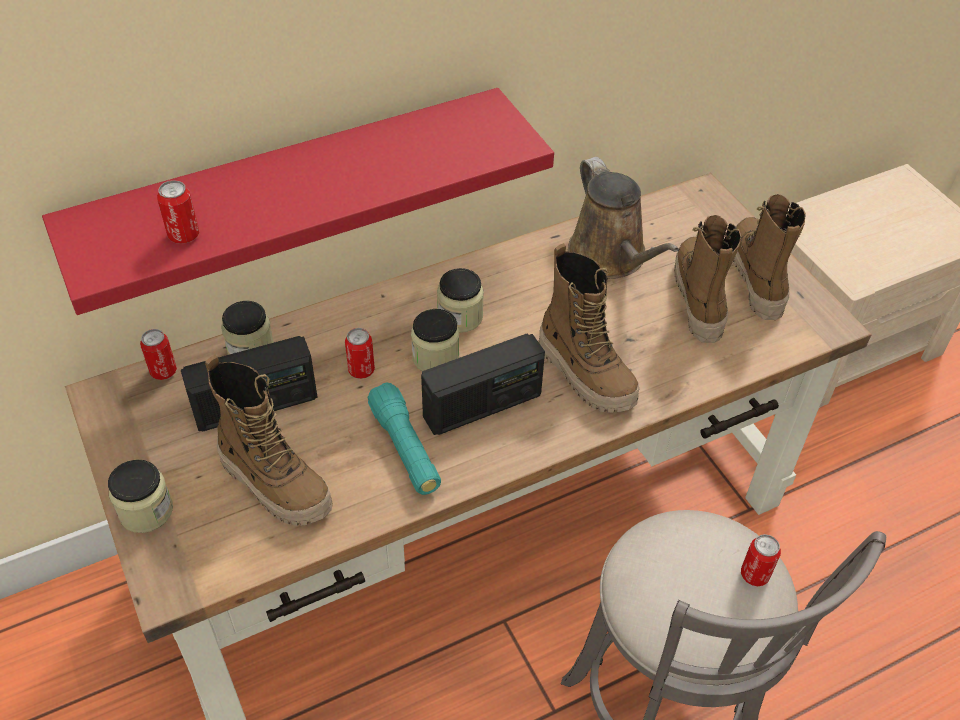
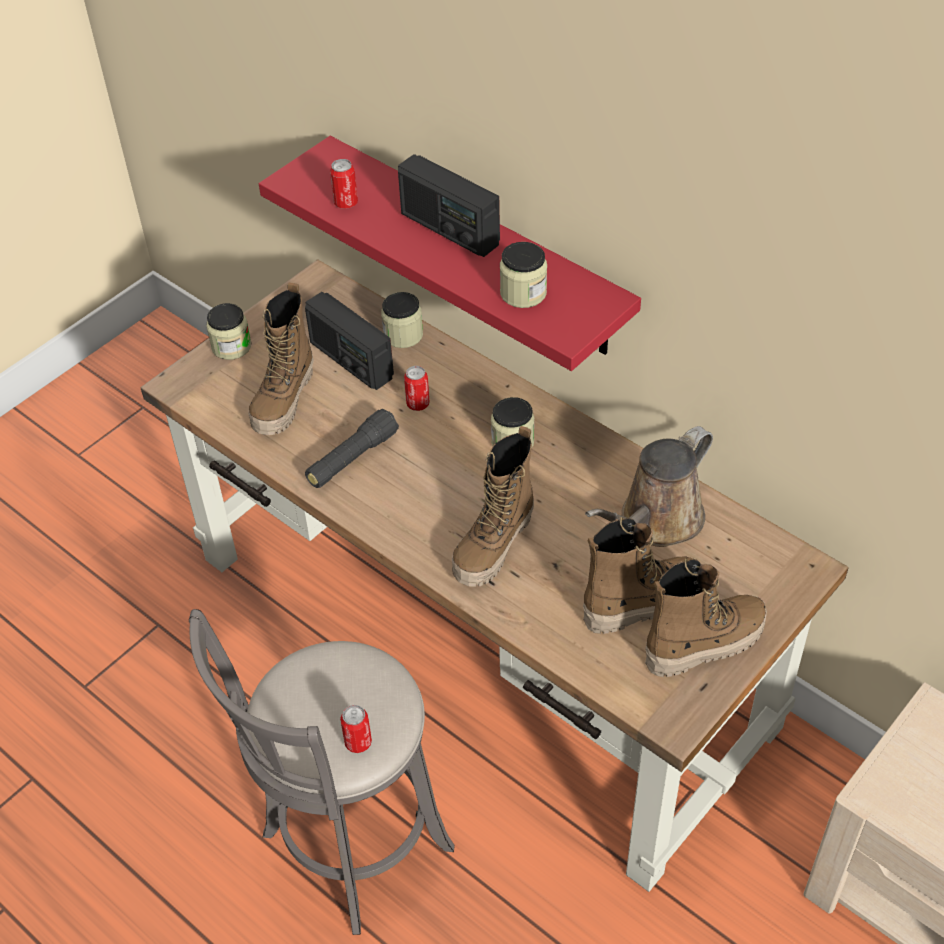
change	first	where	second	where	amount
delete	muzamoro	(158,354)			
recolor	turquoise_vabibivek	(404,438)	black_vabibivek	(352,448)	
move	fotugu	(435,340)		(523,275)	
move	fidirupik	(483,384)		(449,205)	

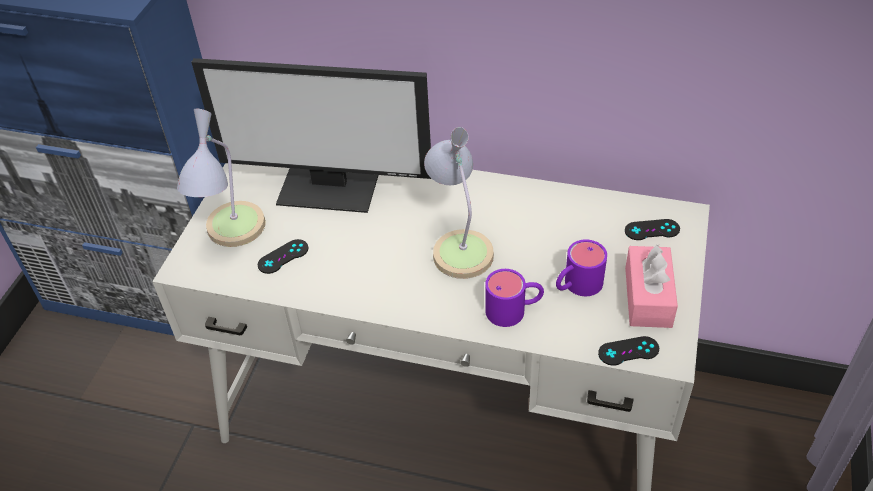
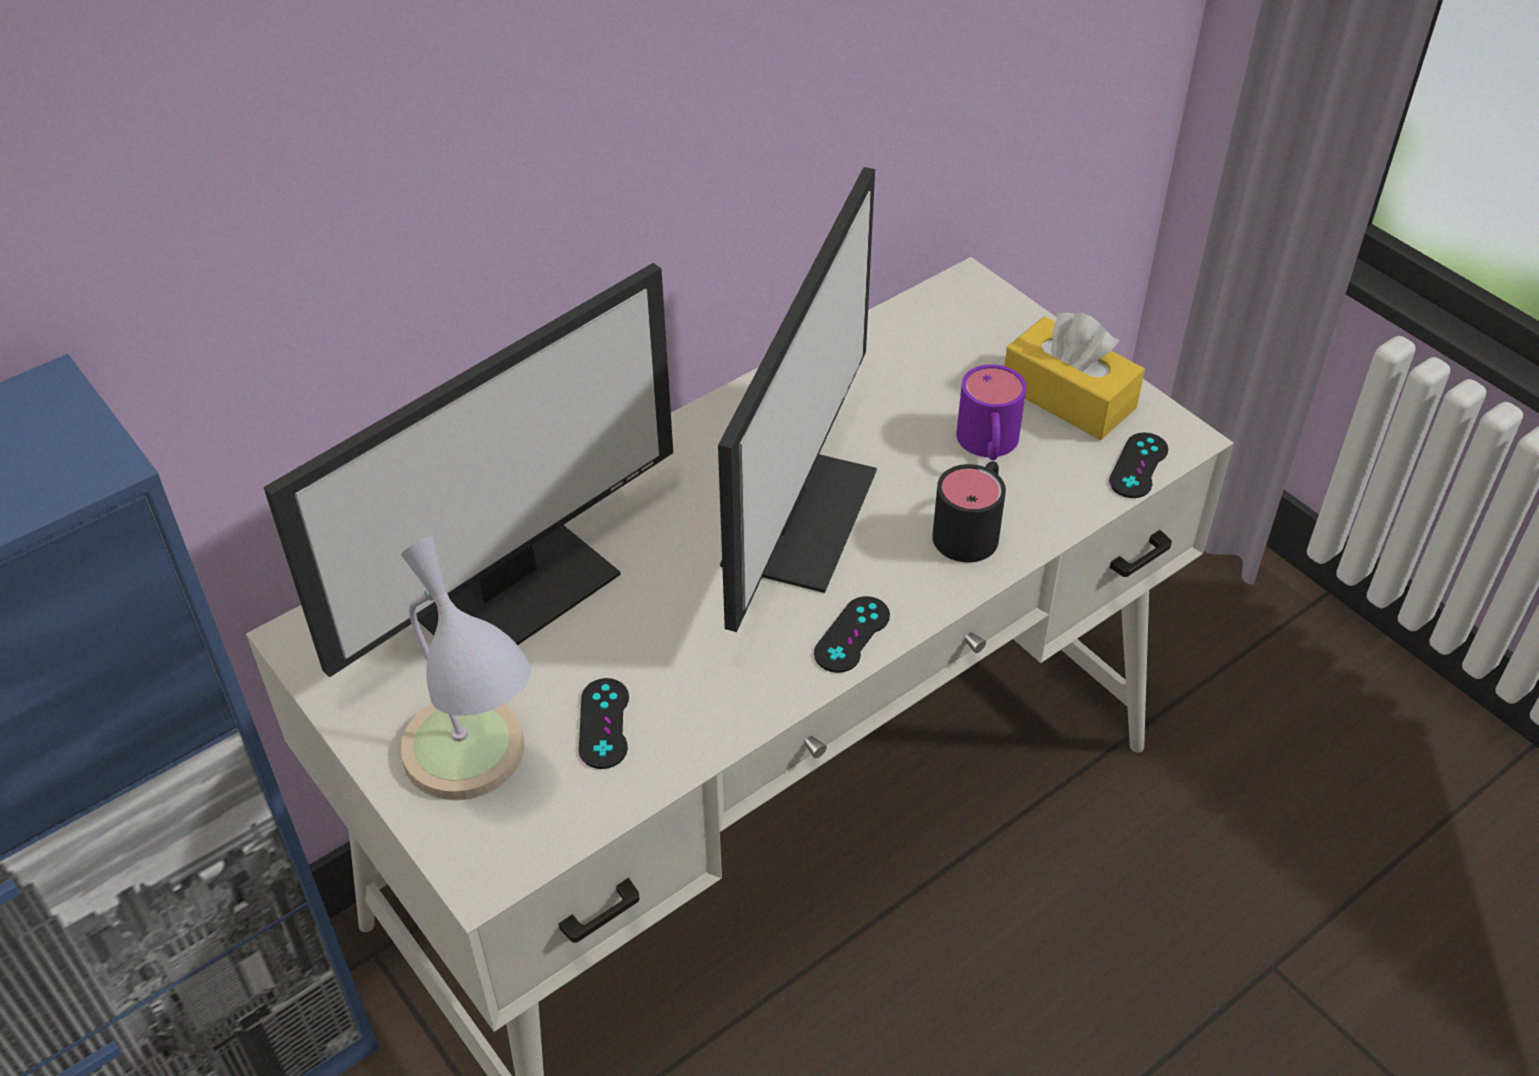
change	first	where	second	where	amount
replace	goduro	(459,203)	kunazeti	(797,399)	
recolor	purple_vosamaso	(514,298)	black_vosamaso	(969,512)	
move	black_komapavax	(652,229)		(852,634)	
recolor	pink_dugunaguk	(651,286)	yellow_dugunaguk	(1074,376)	

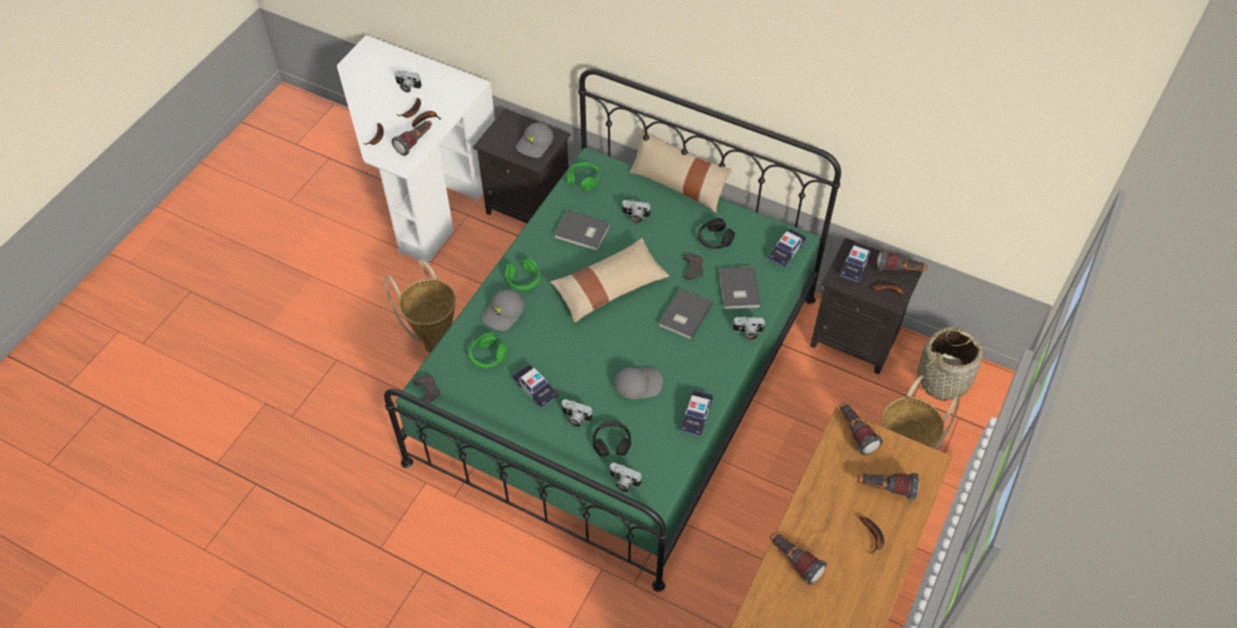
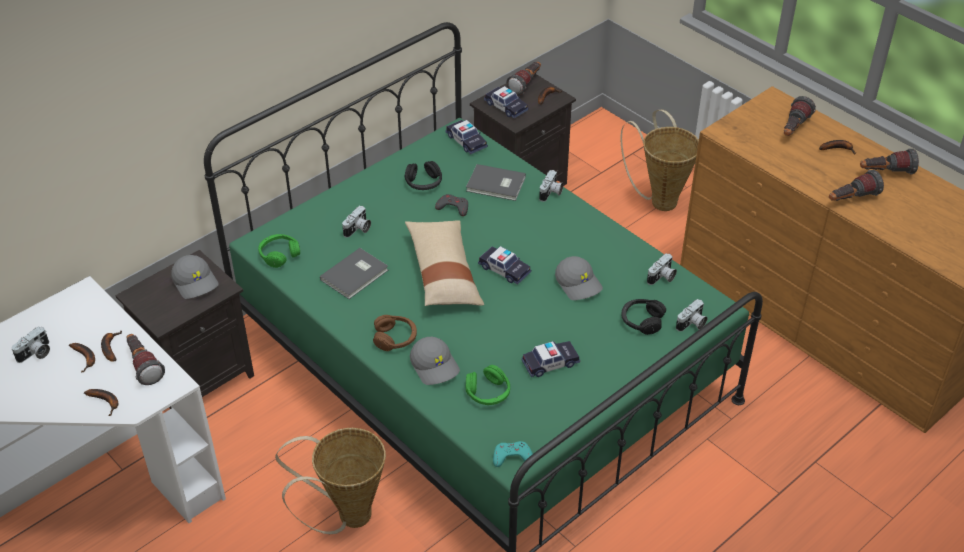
change	first	where	second	where	amount
recolor	grey_komapavax	(426,389)	turquoise_komapavax	(513,454)	
recolor	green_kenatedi	(522,274)	brown_kenatedi	(395,333)	
move	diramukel	(577,413)		(662,269)	
rotate	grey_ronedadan	(638,383)		(579,278)	150 degrees clockwise
delete	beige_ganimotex	(681,171)			
delete	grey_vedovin	(686,314)			
move	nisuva	(696,413)		(504,265)	
move	vabibivek	(861,428)		(889,161)	
delete	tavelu	(950,363)			

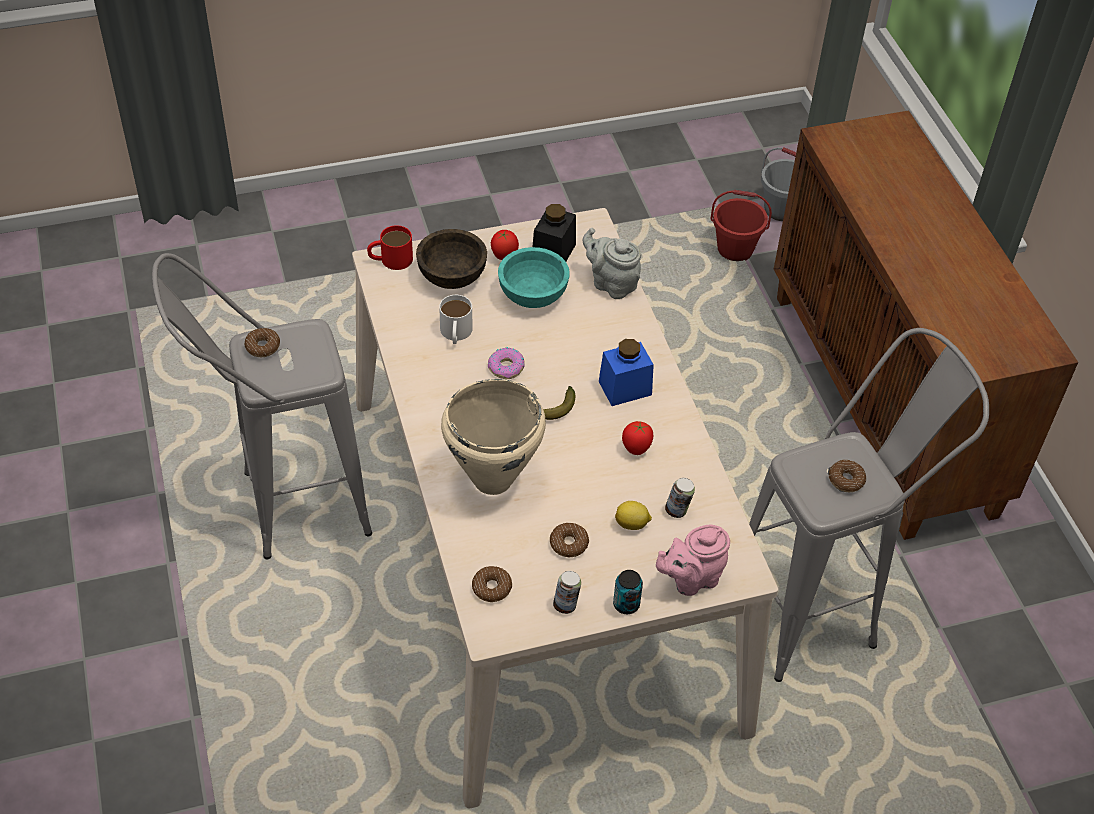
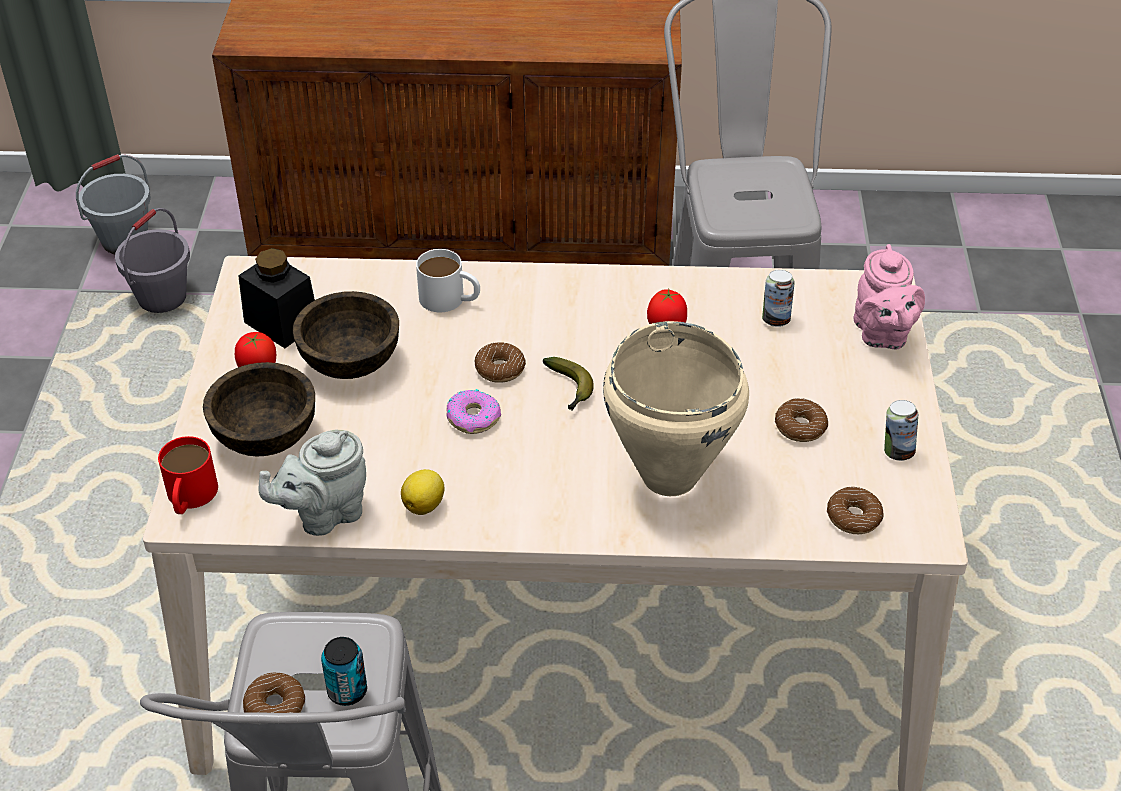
change	first	where	second	where	amount
move	white_vosamaso	(455,319)		(448,280)	
recolor	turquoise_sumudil	(534,277)	brown_sumudil	(346,335)	
move	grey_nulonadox	(611,263)		(312,483)	
delete	blue_fotugu	(626,372)			
move	muzamoro	(628,592)		(344,671)	
move	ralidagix	(633,515)		(422,492)	
recolor	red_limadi	(741,225)	grey_limadi	(152,260)	
move	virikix	(847,476)		(500,362)	

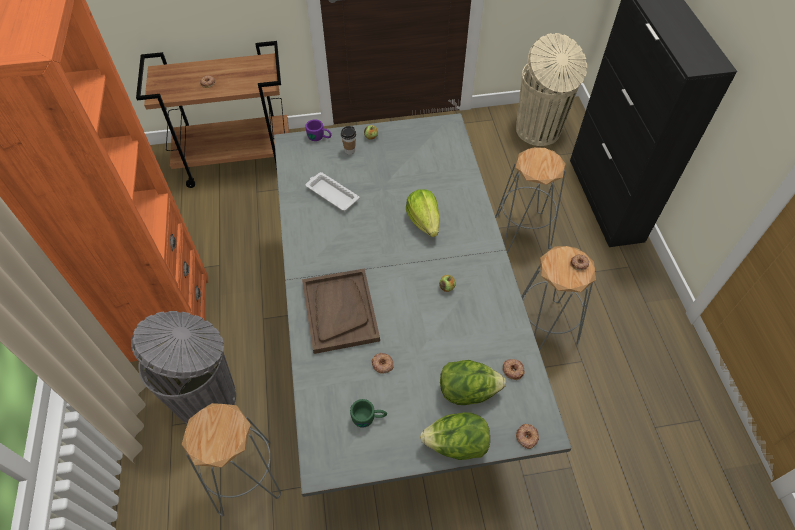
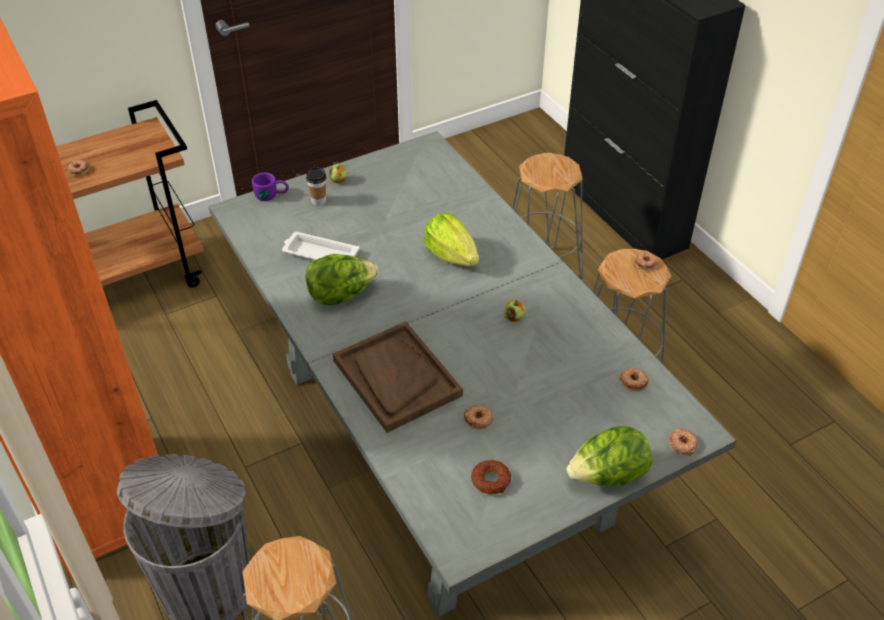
change	first	where	second	where	amount
replace	green_vosamaso	(368,413)	virikix	(491,477)	
move	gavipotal	(473,382)		(342,279)	
delete	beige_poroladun	(551,89)			

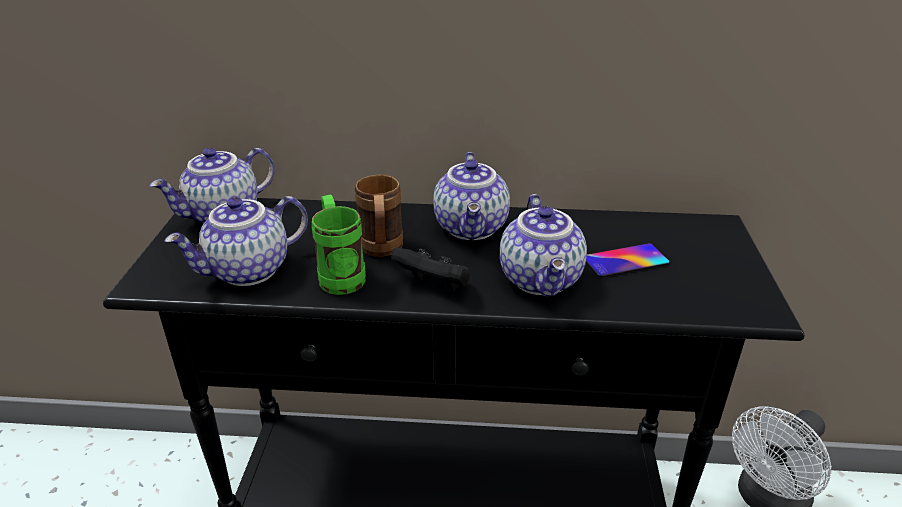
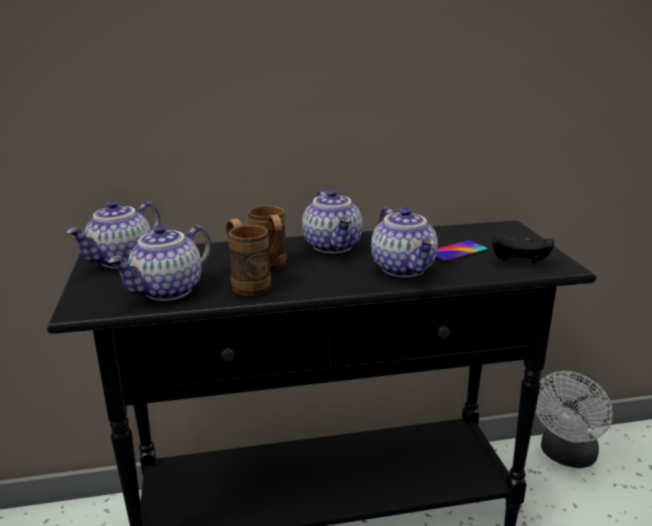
change	first	where	second	where	amount
recolor	green_vosamaso	(339,244)	brown_vosamaso	(248,257)	
move	black_komapavax	(431,269)		(522,248)	

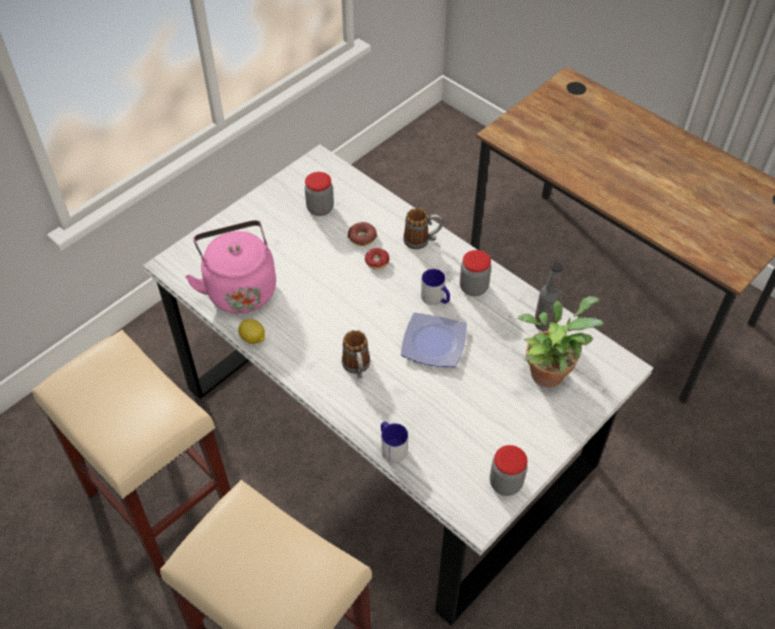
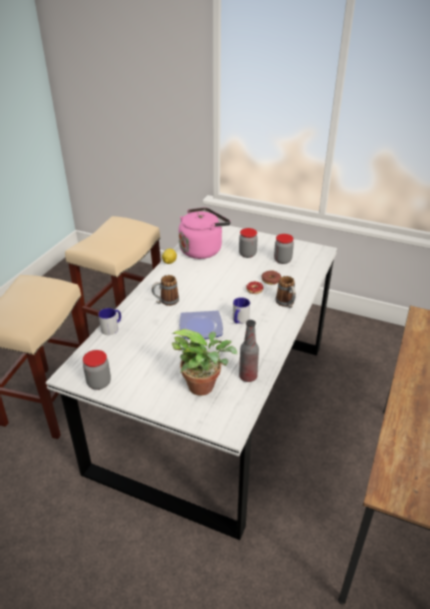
change	first	where	second	where	amount
move	fotugu	(475,273)		(248,243)	

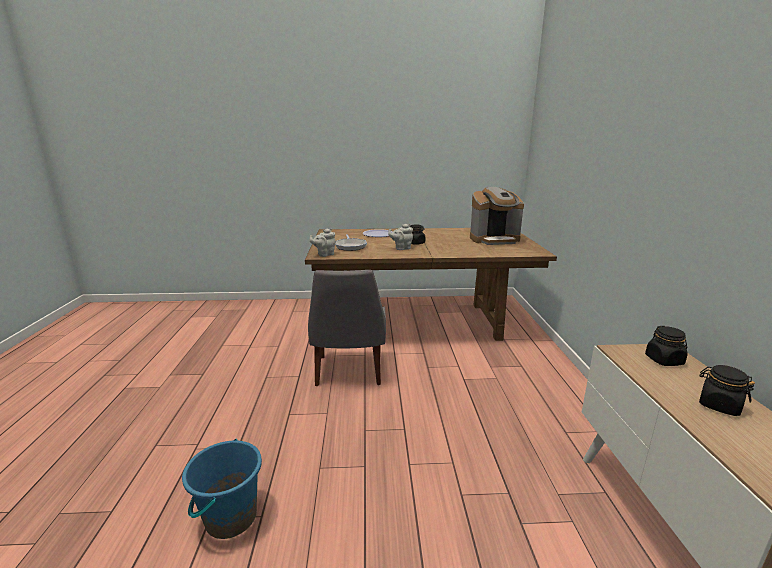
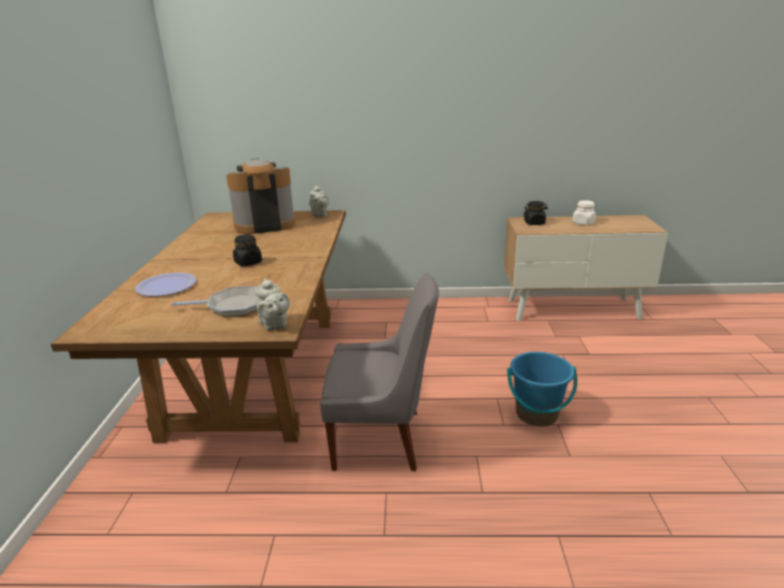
change	first	where	second	where	amount
move	blue_limadi	(222,489)		(542,389)	
move	grey_nulonadox	(400,237)		(319,201)	
rotate	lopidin	(497,216)		(260,196)	105 degrees counterclockwise
recolor	black_fotugu	(727,390)	white_fotugu	(584,212)	

